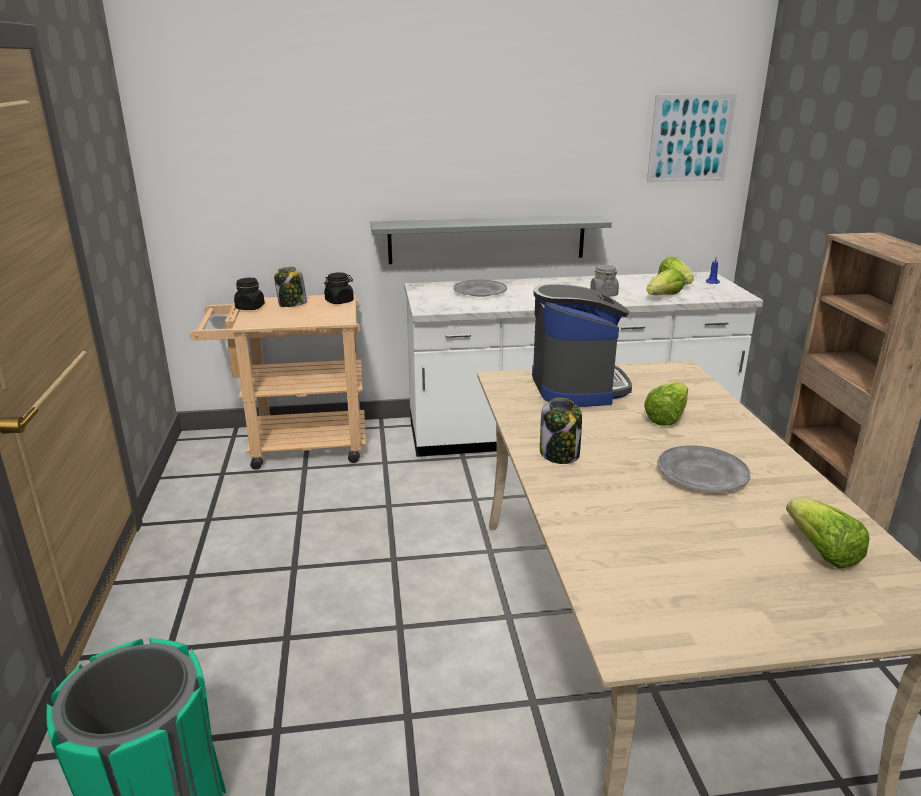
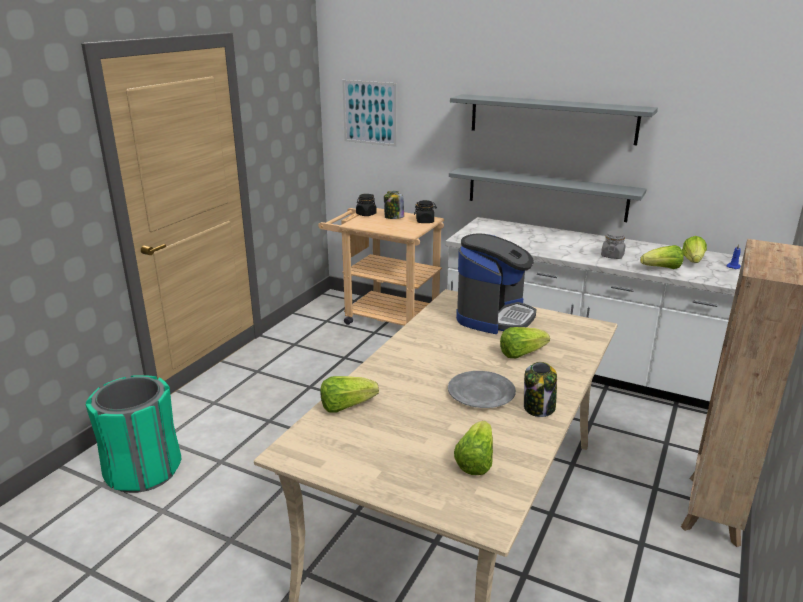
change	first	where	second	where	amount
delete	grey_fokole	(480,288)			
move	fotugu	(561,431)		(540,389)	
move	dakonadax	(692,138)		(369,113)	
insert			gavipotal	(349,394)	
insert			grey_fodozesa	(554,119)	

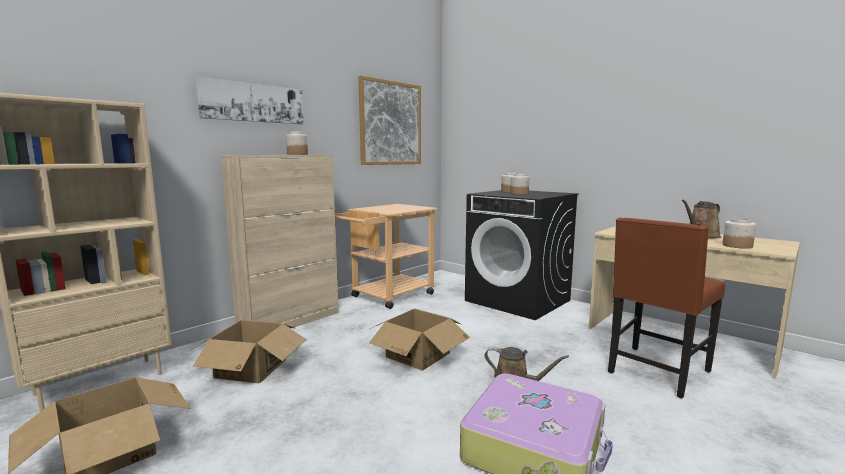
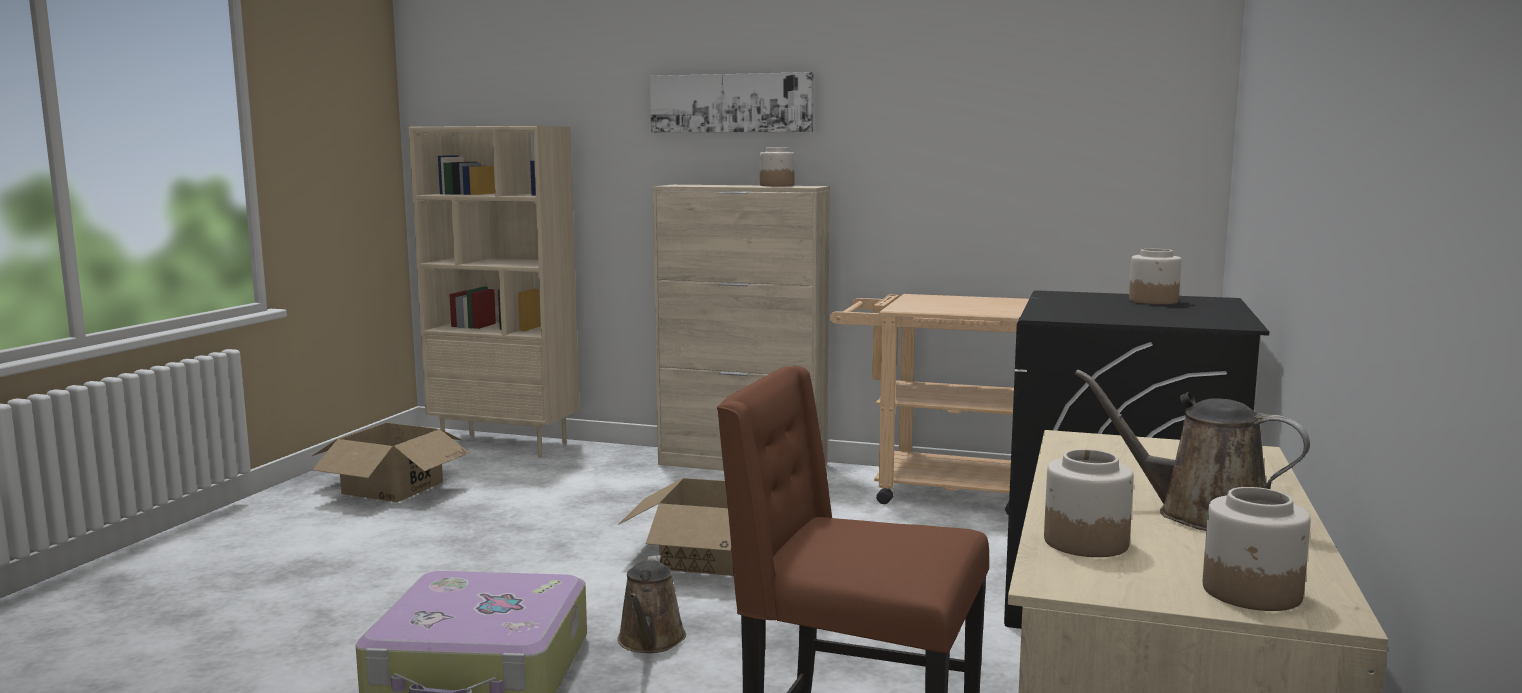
change	first	where	second	where	amount
delete	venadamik	(248,351)			
delete	dakonadax	(389,120)			
move	fotugu	(519,184)		(1257,549)	

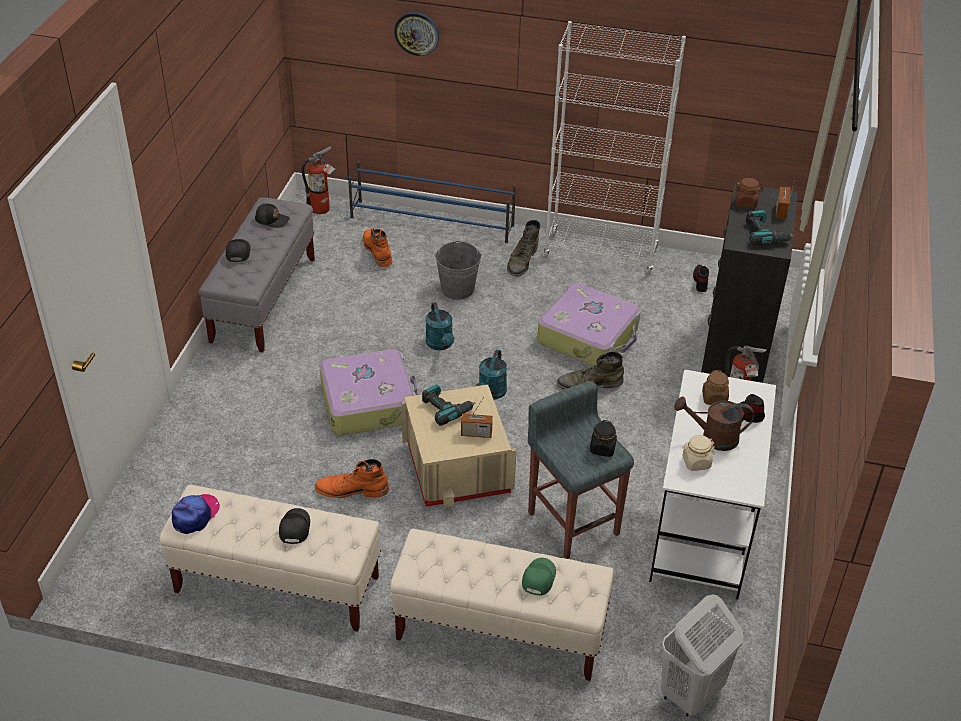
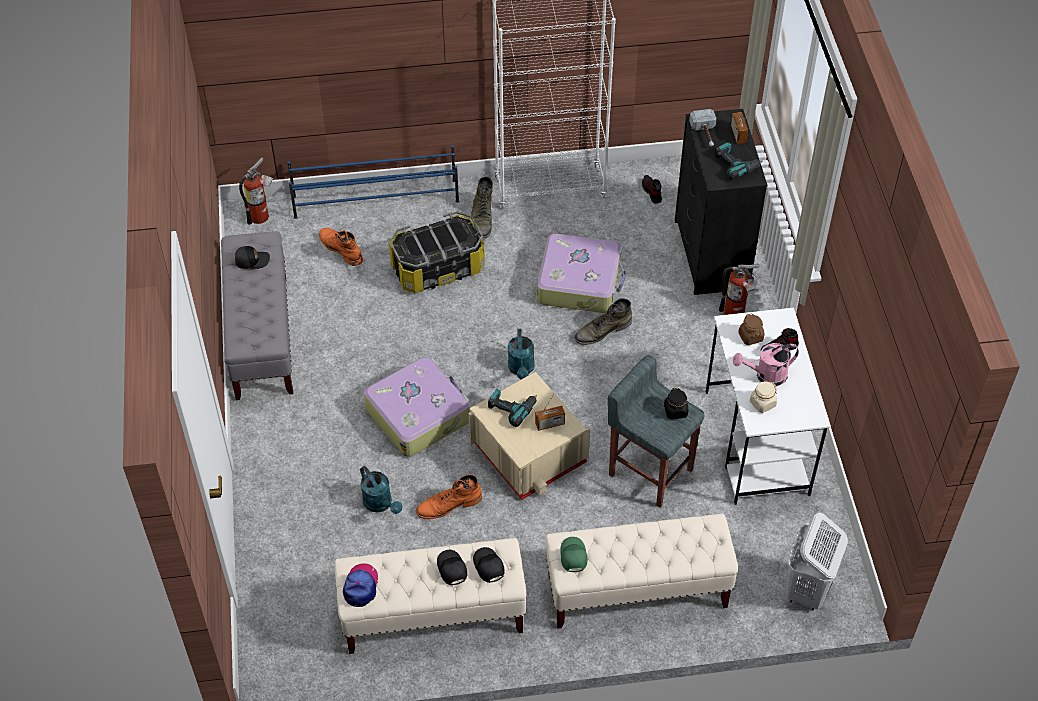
change	first	where	second	where	amount
move	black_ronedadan	(238,250)		(489,565)	
delete	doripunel	(416,34)			
move	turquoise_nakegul	(440,326)		(381,490)	
replace	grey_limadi	(458,270)	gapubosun	(437,252)	
move	green_ronedadan	(539,577)		(573,554)	
recolor	brown_nakegul	(714,424)	pink_nakegul	(766,364)	
replace	brown_fotugu	(748,193)	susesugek	(702,127)	

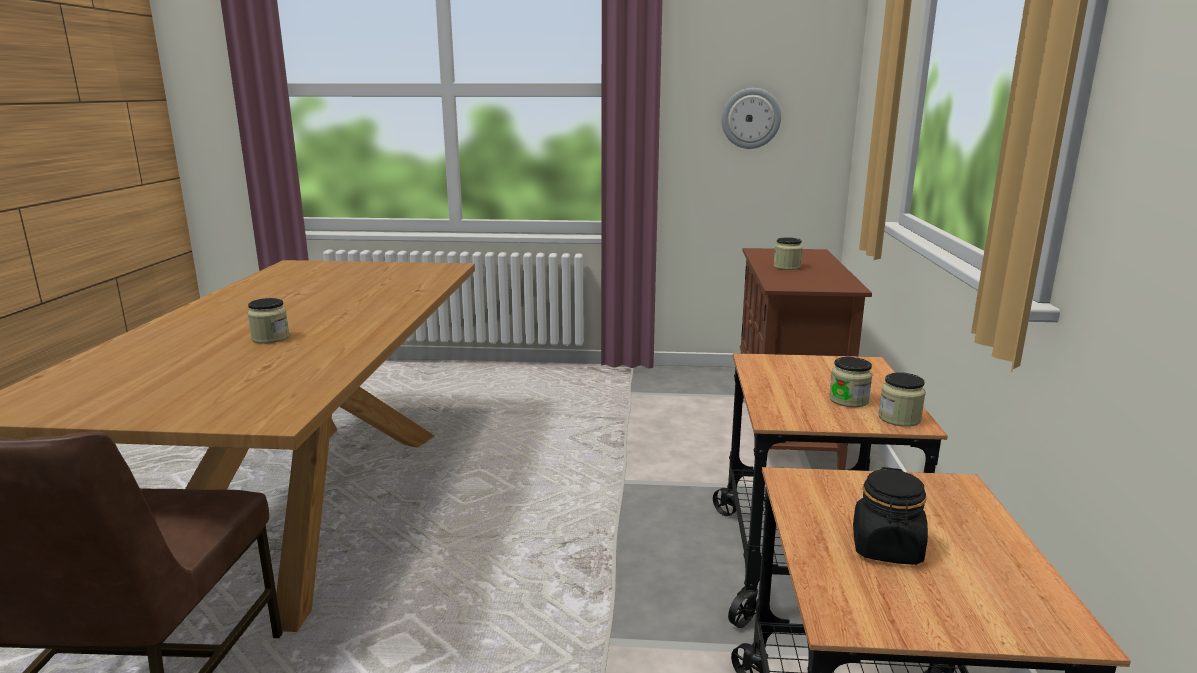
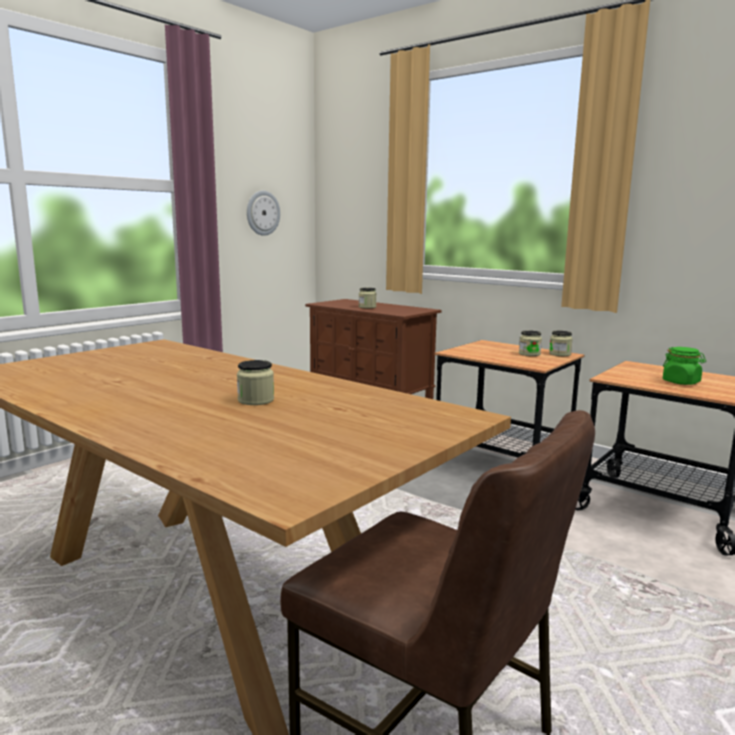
change	first	where	second	where	amount
recolor	black_fotugu	(890,516)	green_fotugu	(684,366)	

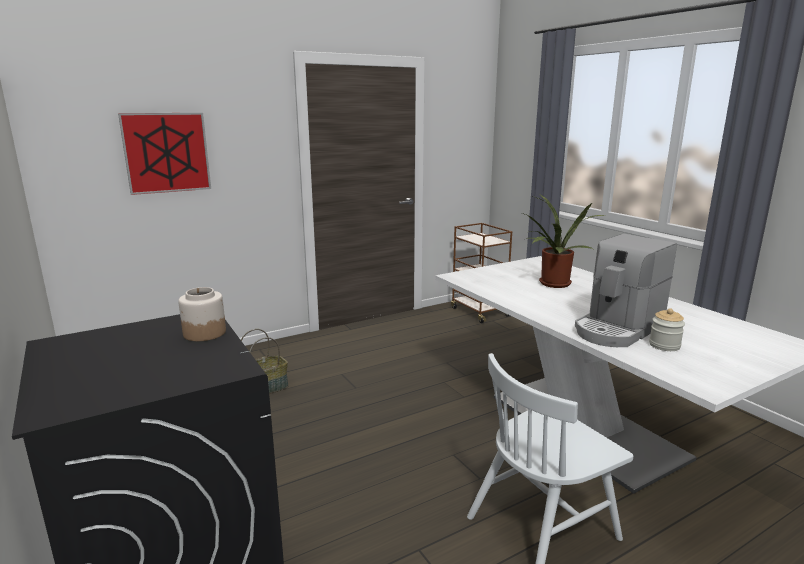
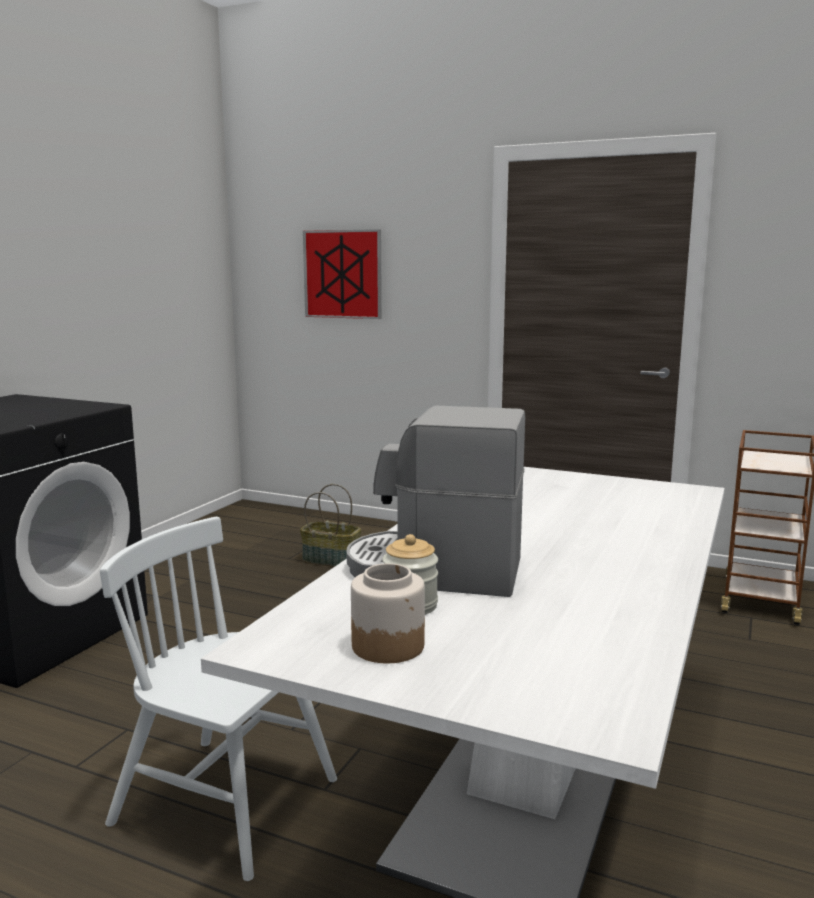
change	first	where	second	where	amount
move	fotugu	(202,314)		(388,613)	
delete	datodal	(563,241)			

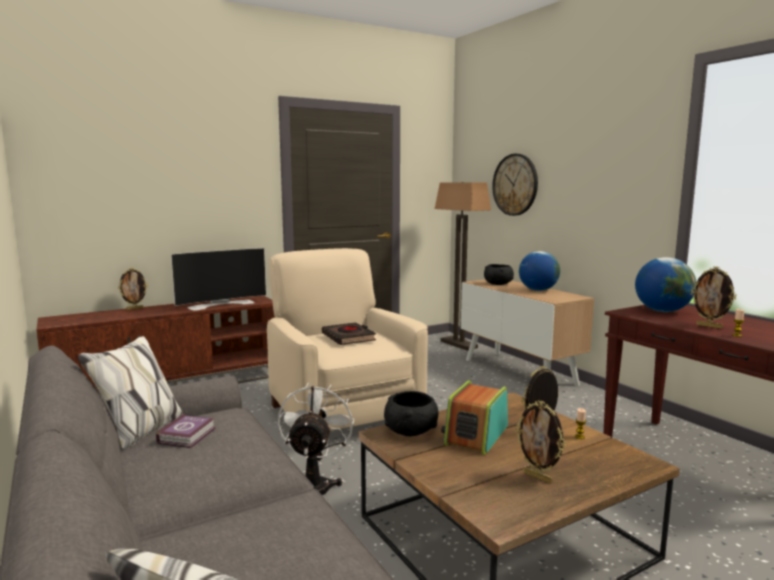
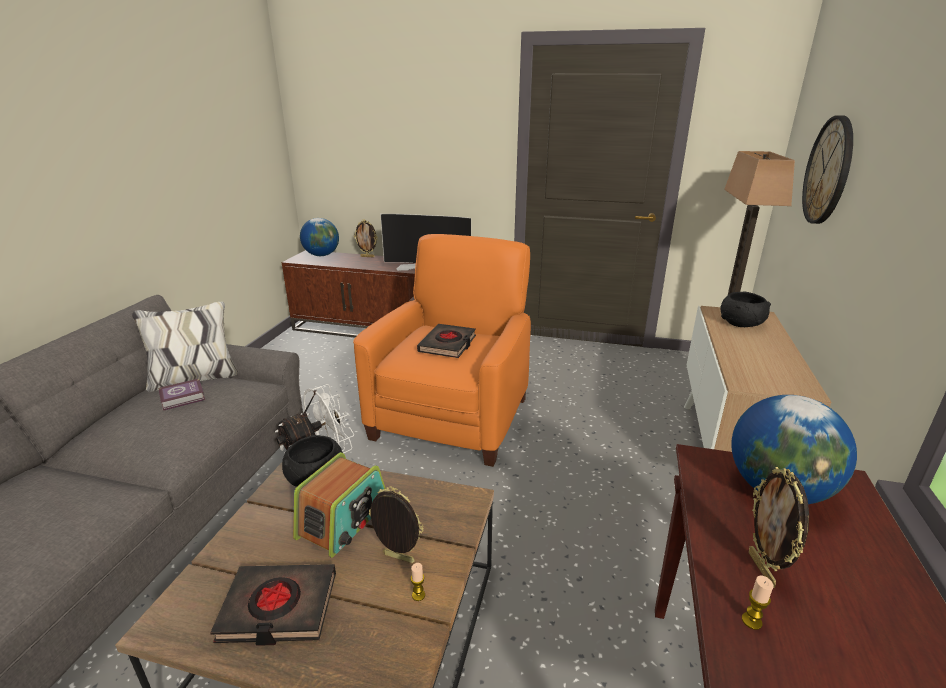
change	first	where	second	where	amount
recolor	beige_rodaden	(347,339)	orange_rodaden	(442,350)	
rotate	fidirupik	(474,417)		(339,505)	135 degrees clockwise
replace	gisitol	(540,441)	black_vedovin	(273,605)	
move	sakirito	(539,271)		(319,237)	

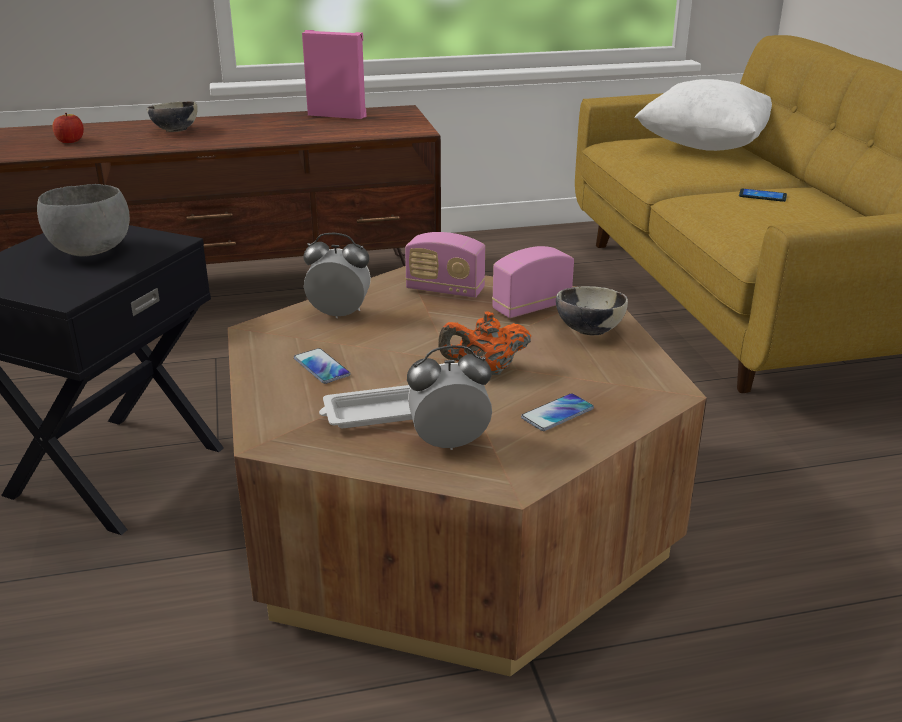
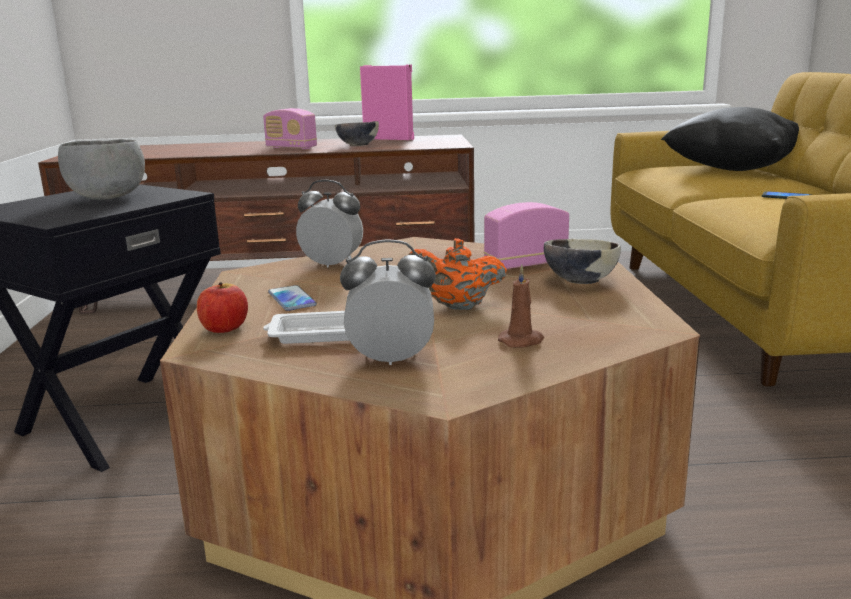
change	first	where	second	where	amount
move	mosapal	(68,128)		(222,307)	
move	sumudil	(171,116)		(357,133)	
move	fidirupik	(445,265)		(290,128)	
replace	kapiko	(557,412)	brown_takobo	(521,306)	
recolor	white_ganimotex	(703,115)	black_ganimotex	(730,139)	

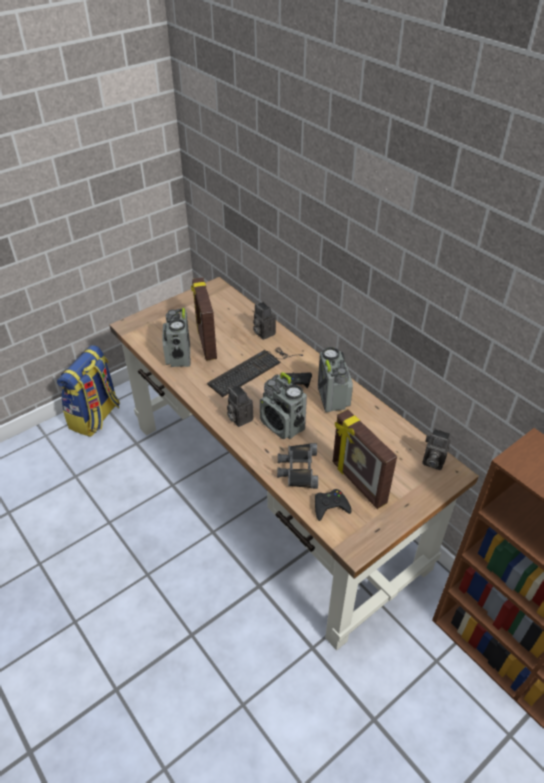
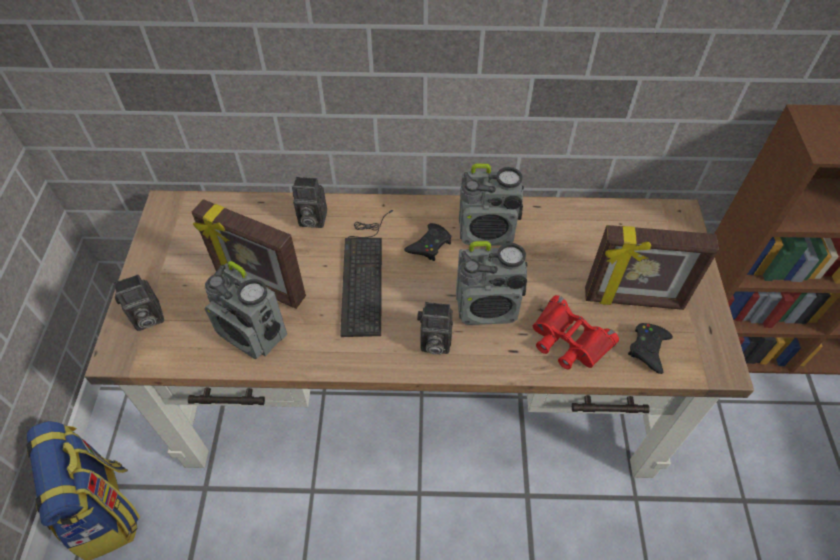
change	first	where	second	where	amount
recolor	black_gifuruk	(297,466)	red_gifuruk	(576,332)	
rotate	fidirupik	(335,379)		(491,205)	150 degrees clockwise
move	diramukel	(436,449)		(139,302)	

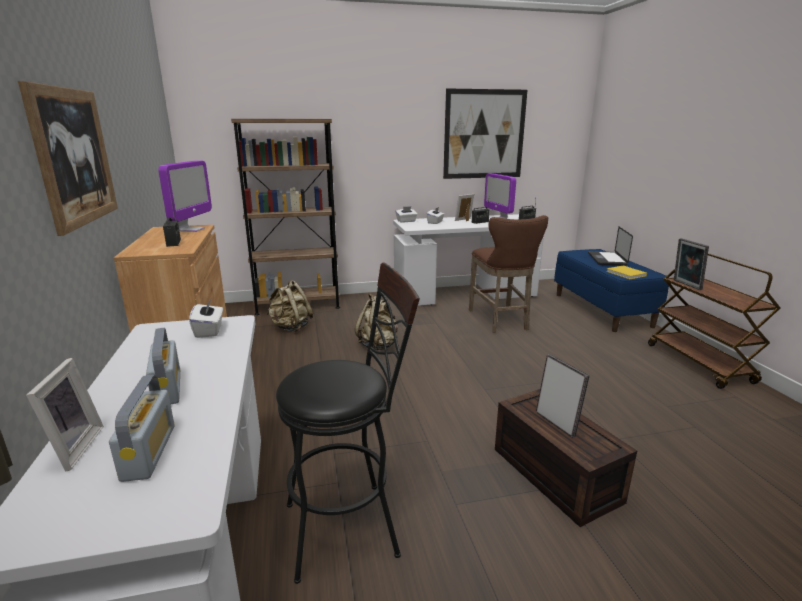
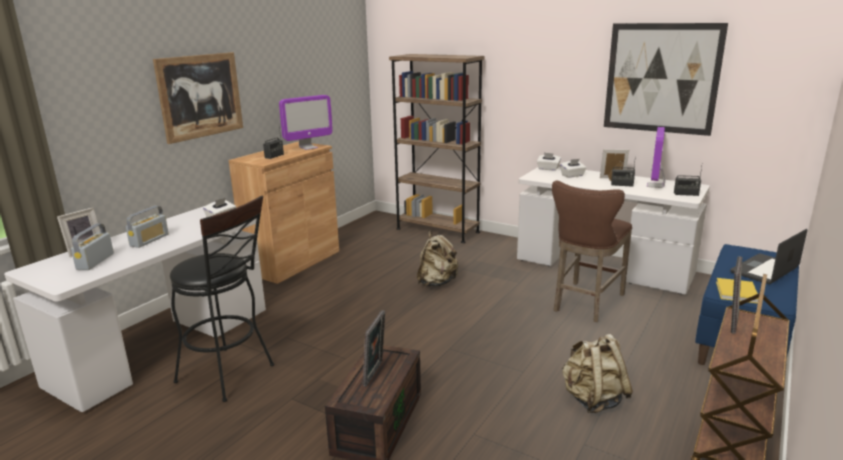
change	first	where	second	where	amount
rotate	fidirupik	(141,428)		(92,247)	150 degrees clockwise
move	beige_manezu	(290,306)		(597,373)	

